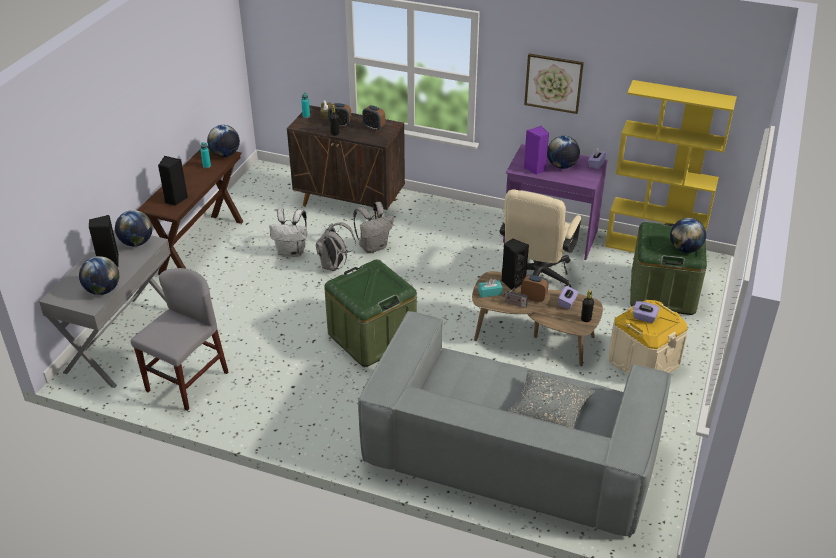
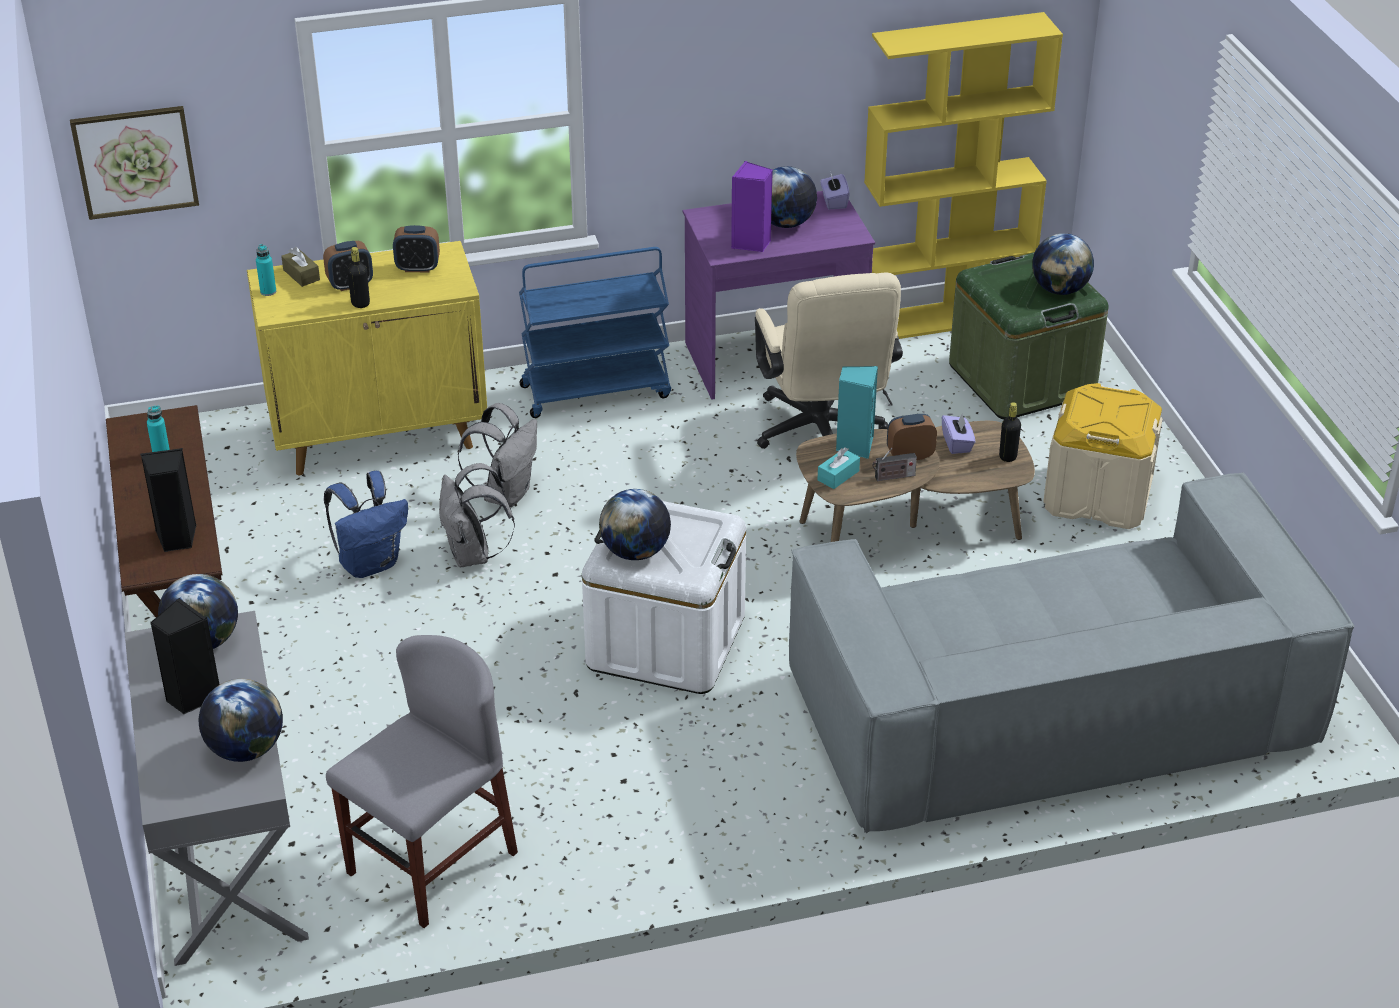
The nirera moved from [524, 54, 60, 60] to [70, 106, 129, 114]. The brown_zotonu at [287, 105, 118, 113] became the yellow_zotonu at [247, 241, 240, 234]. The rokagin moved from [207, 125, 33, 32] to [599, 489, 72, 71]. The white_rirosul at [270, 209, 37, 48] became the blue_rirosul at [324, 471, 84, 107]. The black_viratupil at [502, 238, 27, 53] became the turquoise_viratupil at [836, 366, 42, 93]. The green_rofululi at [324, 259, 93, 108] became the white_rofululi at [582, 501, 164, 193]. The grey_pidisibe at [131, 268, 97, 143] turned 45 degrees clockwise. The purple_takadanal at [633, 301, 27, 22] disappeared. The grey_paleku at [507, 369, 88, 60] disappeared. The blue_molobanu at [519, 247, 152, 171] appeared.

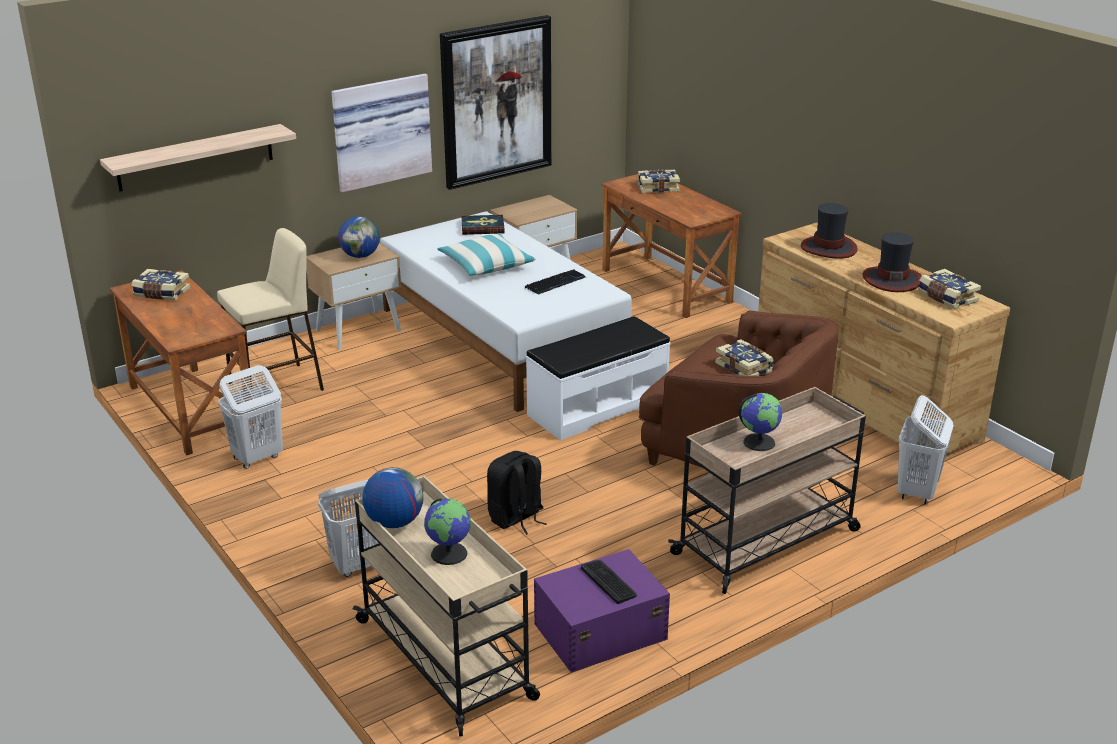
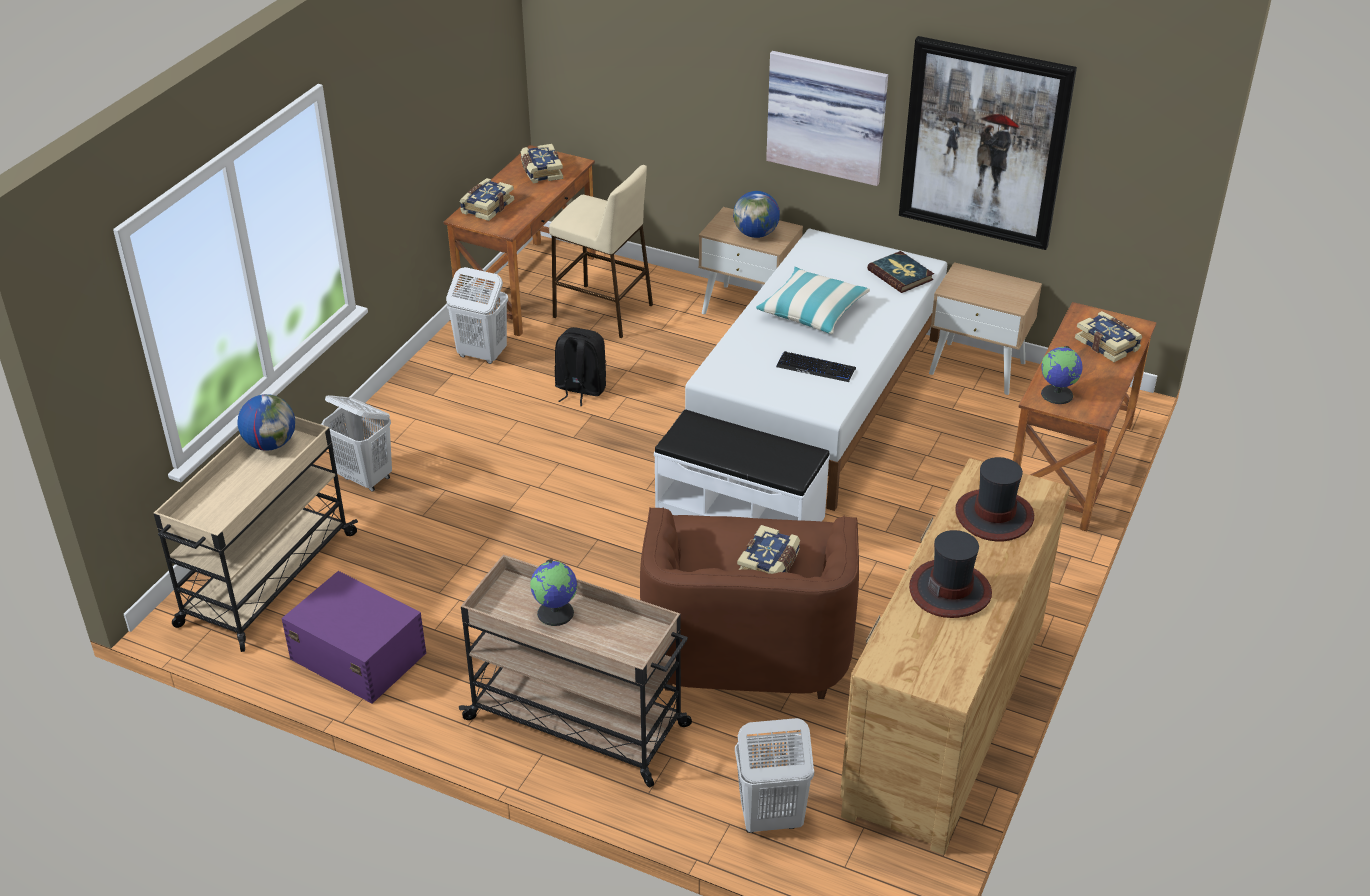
The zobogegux at [100, 124, 196, 67] disappeared. The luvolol moved from [918, 269, 63, 40] to [460, 178, 54, 43]. The black_rirosul moved from [487, 451, 60, 84] to [555, 327, 51, 79]. The rokagin moved from [424, 499, 47, 66] to [1041, 346, 42, 58]. The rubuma at [581, 560, 56, 44] disappeared.

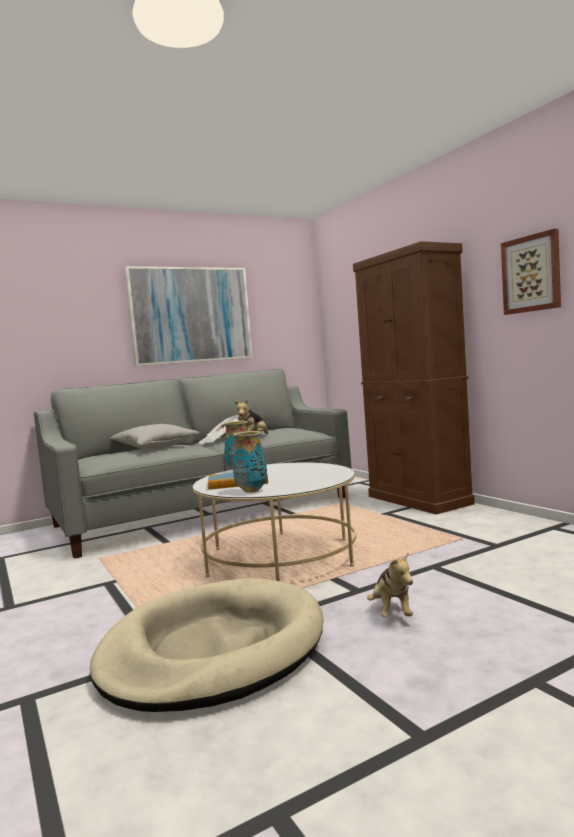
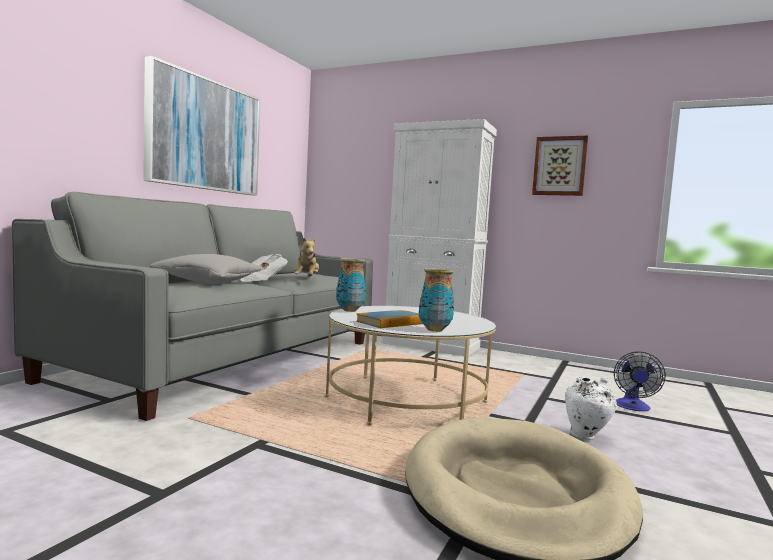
The brown_zotonu at [353, 241, 122, 273] became the white_zotonu at [382, 119, 115, 237]. The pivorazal at [367, 552, 46, 65] was replaced by the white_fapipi at [565, 377, 52, 63]. The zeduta at [614, 352, 52, 59] appeared.

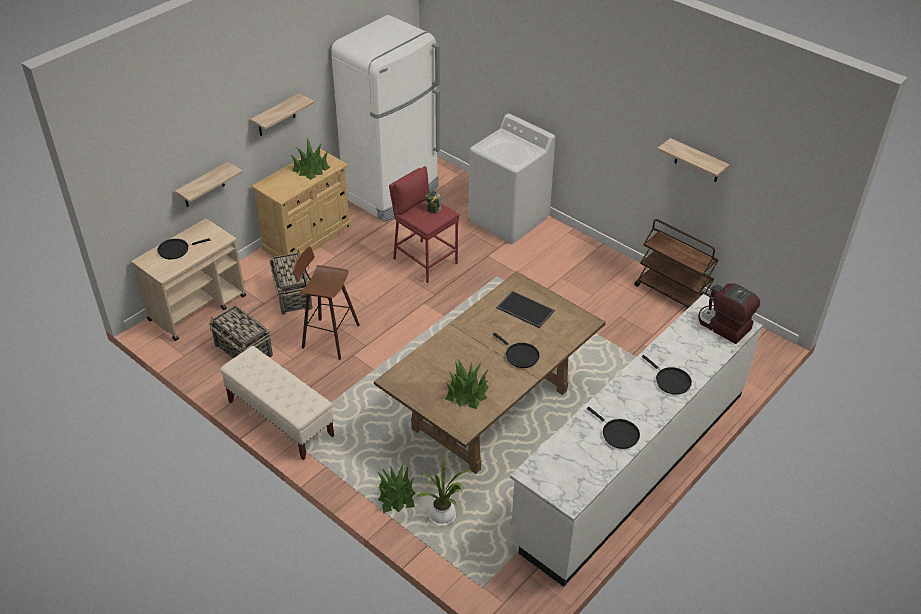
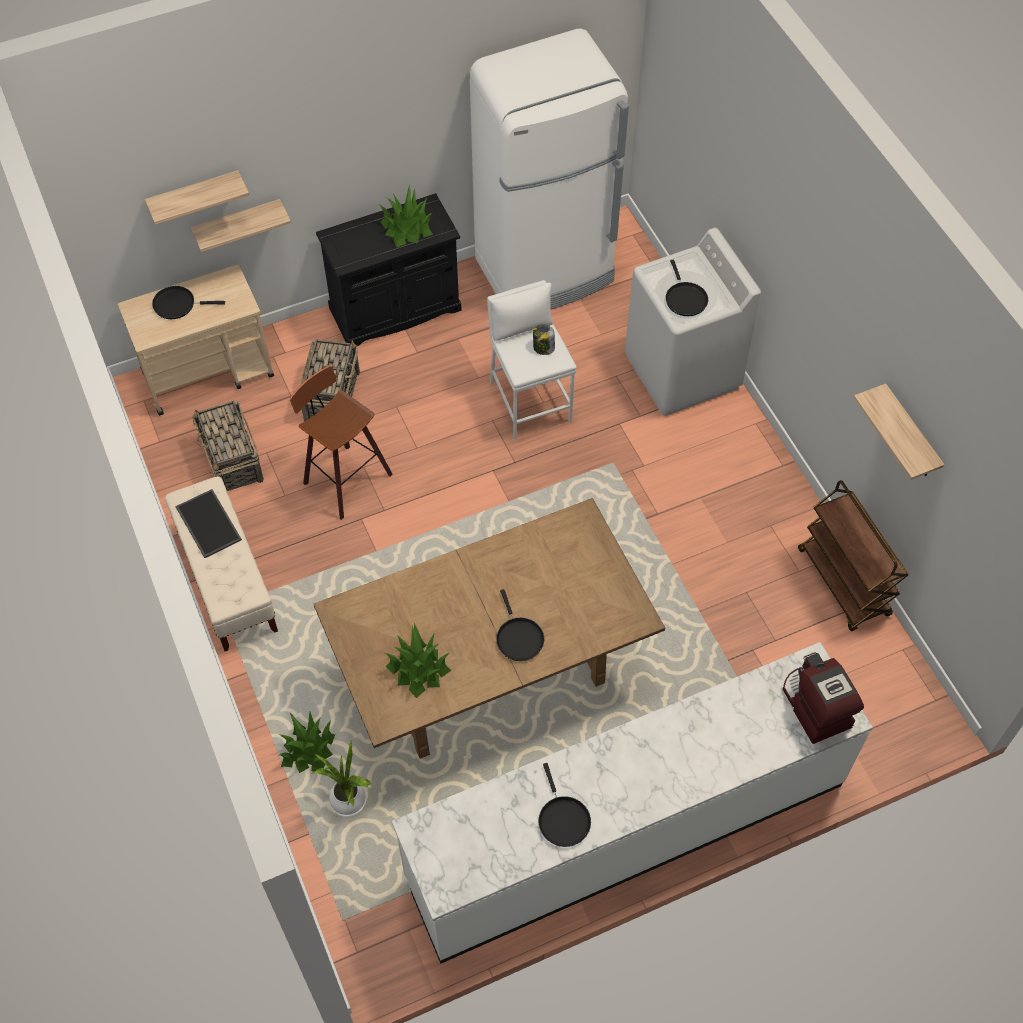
The zobogegux moved from [250, 93, 64, 43] to [145, 170, 104, 55]. The beige_zotonu at [251, 149, 100, 108] became the black_zotonu at [316, 193, 146, 153]. The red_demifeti at [389, 166, 70, 117] became the white_demifeti at [487, 280, 90, 160]. The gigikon moved from [497, 291, 58, 37] to [175, 489, 67, 69]. The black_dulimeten moved from [642, 355, 50, 40] to [666, 260, 42, 56].

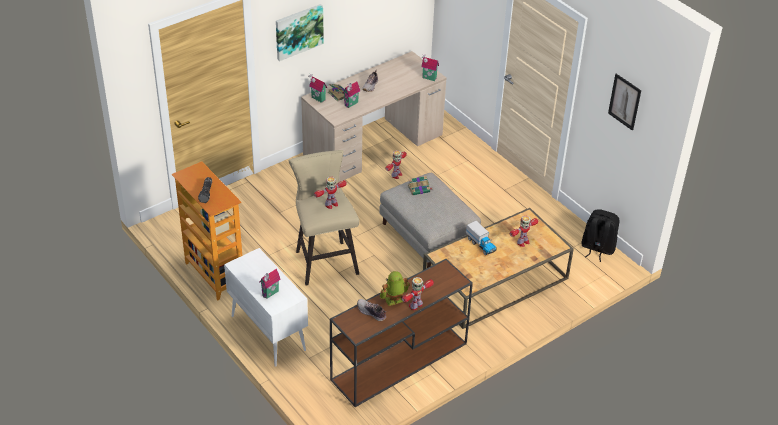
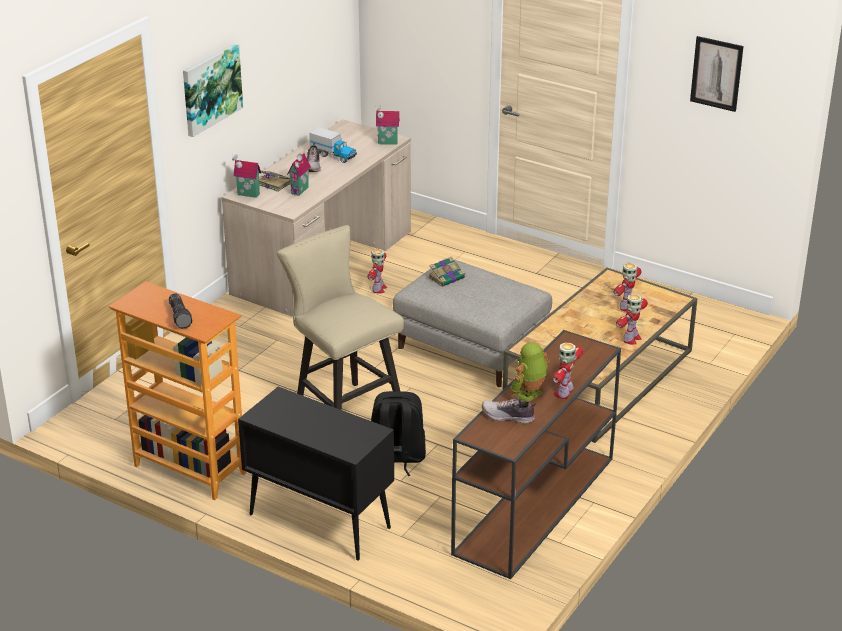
The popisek moved from [314, 177, 33, 32] to [616, 294, 32, 51]. The black_rirosul moved from [581, 209, 38, 53] to [371, 391, 55, 85]. The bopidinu moved from [466, 221, 31, 34] to [309, 127, 48, 36]. The white_zotonu at [224, 248, 84, 119] became the black_zotonu at [238, 387, 156, 174]. The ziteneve at [259, 269, 22, 30] disappeared.

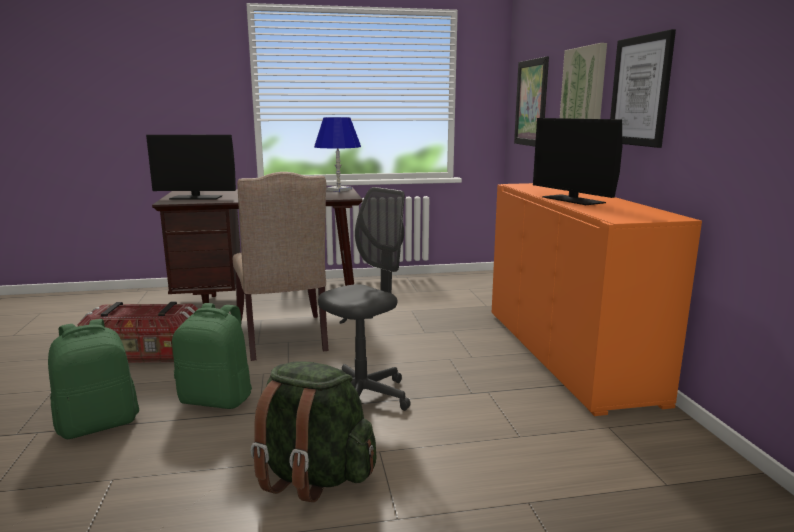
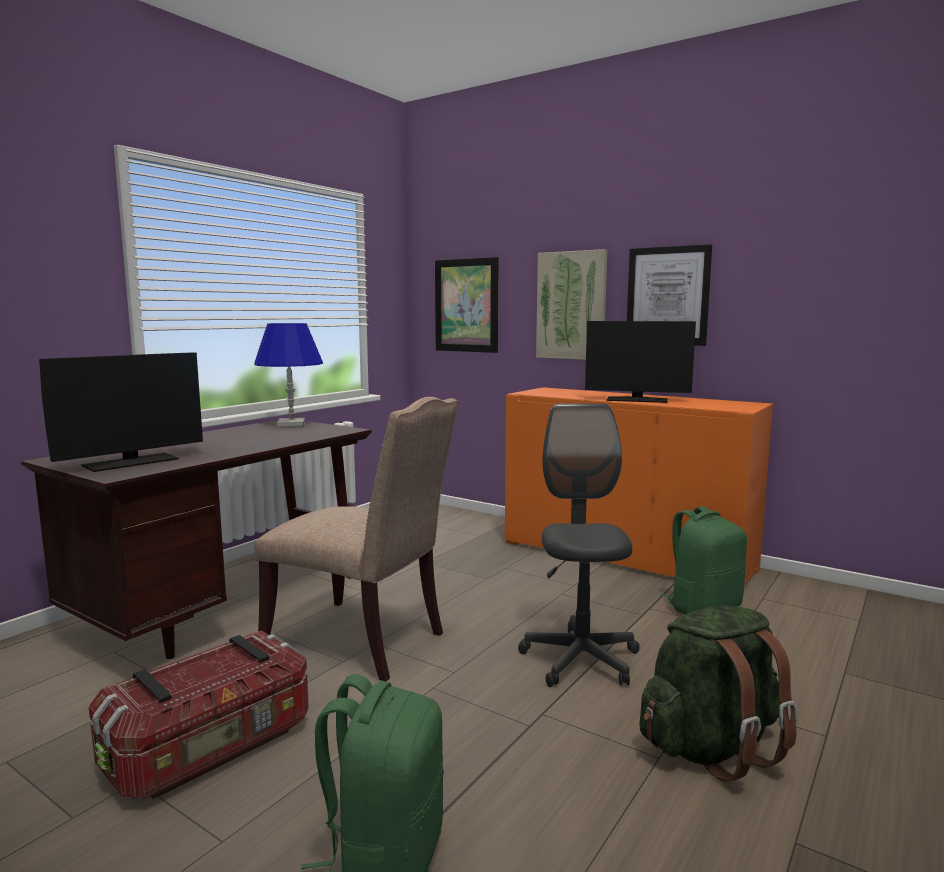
The green_rirosul moved from [172, 303, 80, 106] to [661, 506, 86, 108].

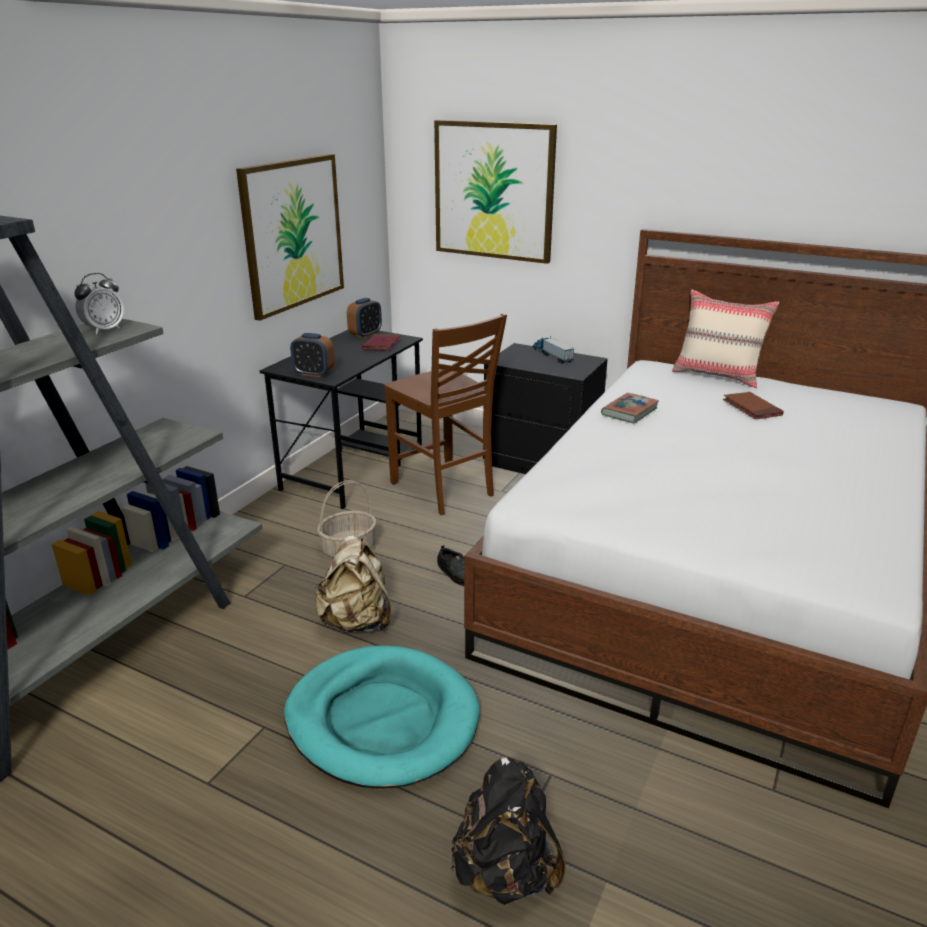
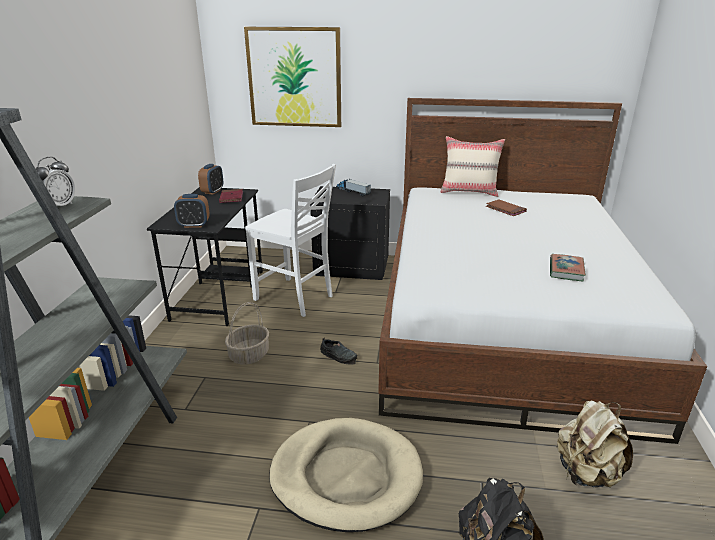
The nirera at [236, 154, 108, 167] disappeared. The brown_pidisibe at [384, 313, 123, 202] became the white_pidisibe at [245, 164, 91, 153]. The luvolol moved from [601, 393, 58, 30] to [550, 254, 36, 28]. The beige_rirosul moved from [315, 535, 76, 97] to [557, 400, 76, 88]. The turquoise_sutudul at [284, 645, 196, 143] became the beige_sutudul at [269, 418, 154, 114].

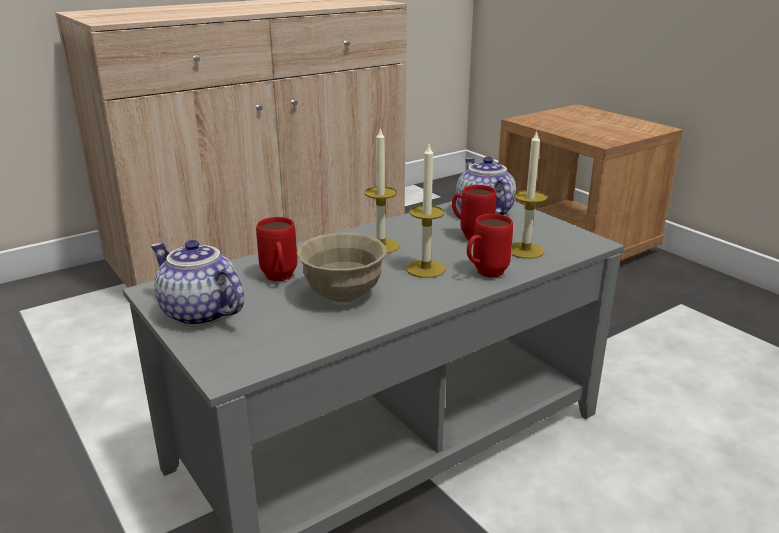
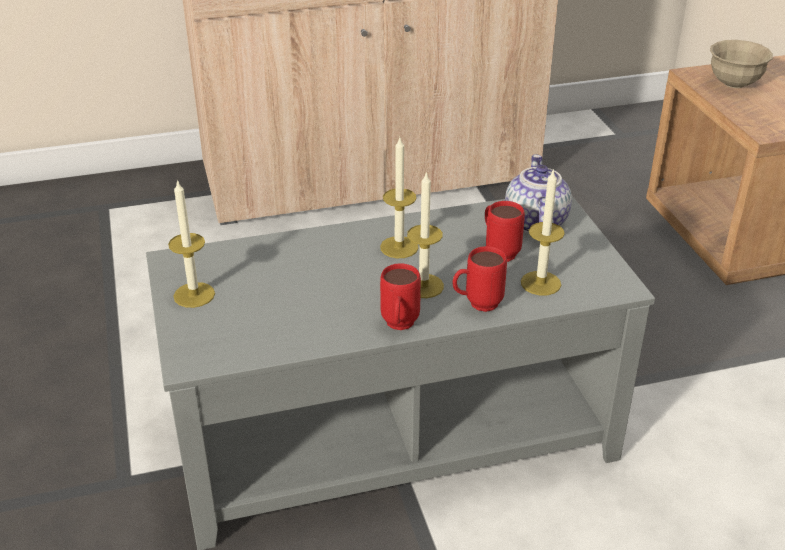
The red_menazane moved from [256, 217, 41, 64] to [380, 263, 41, 67]. The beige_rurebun moved from [297, 233, 90, 70] to [710, 40, 63, 48]. The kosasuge at [150, 240, 94, 86] was replaced by the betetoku at [168, 180, 47, 128].

